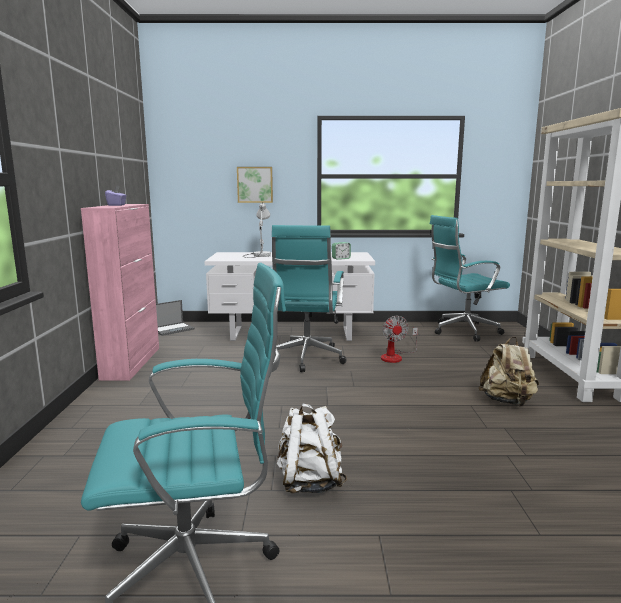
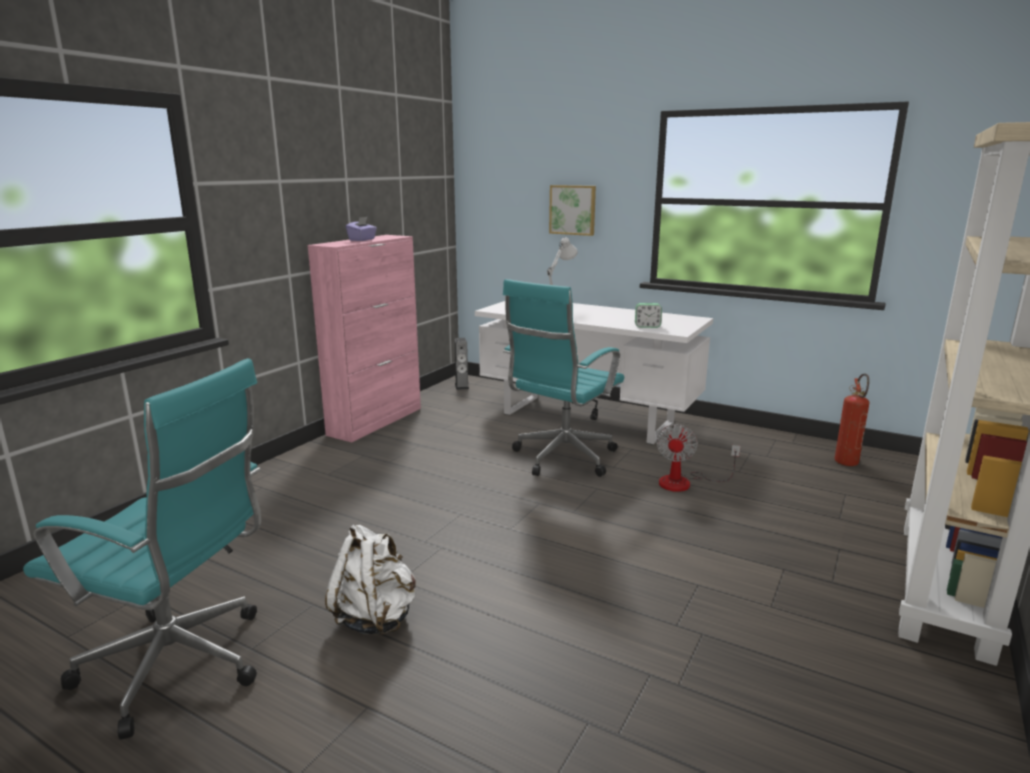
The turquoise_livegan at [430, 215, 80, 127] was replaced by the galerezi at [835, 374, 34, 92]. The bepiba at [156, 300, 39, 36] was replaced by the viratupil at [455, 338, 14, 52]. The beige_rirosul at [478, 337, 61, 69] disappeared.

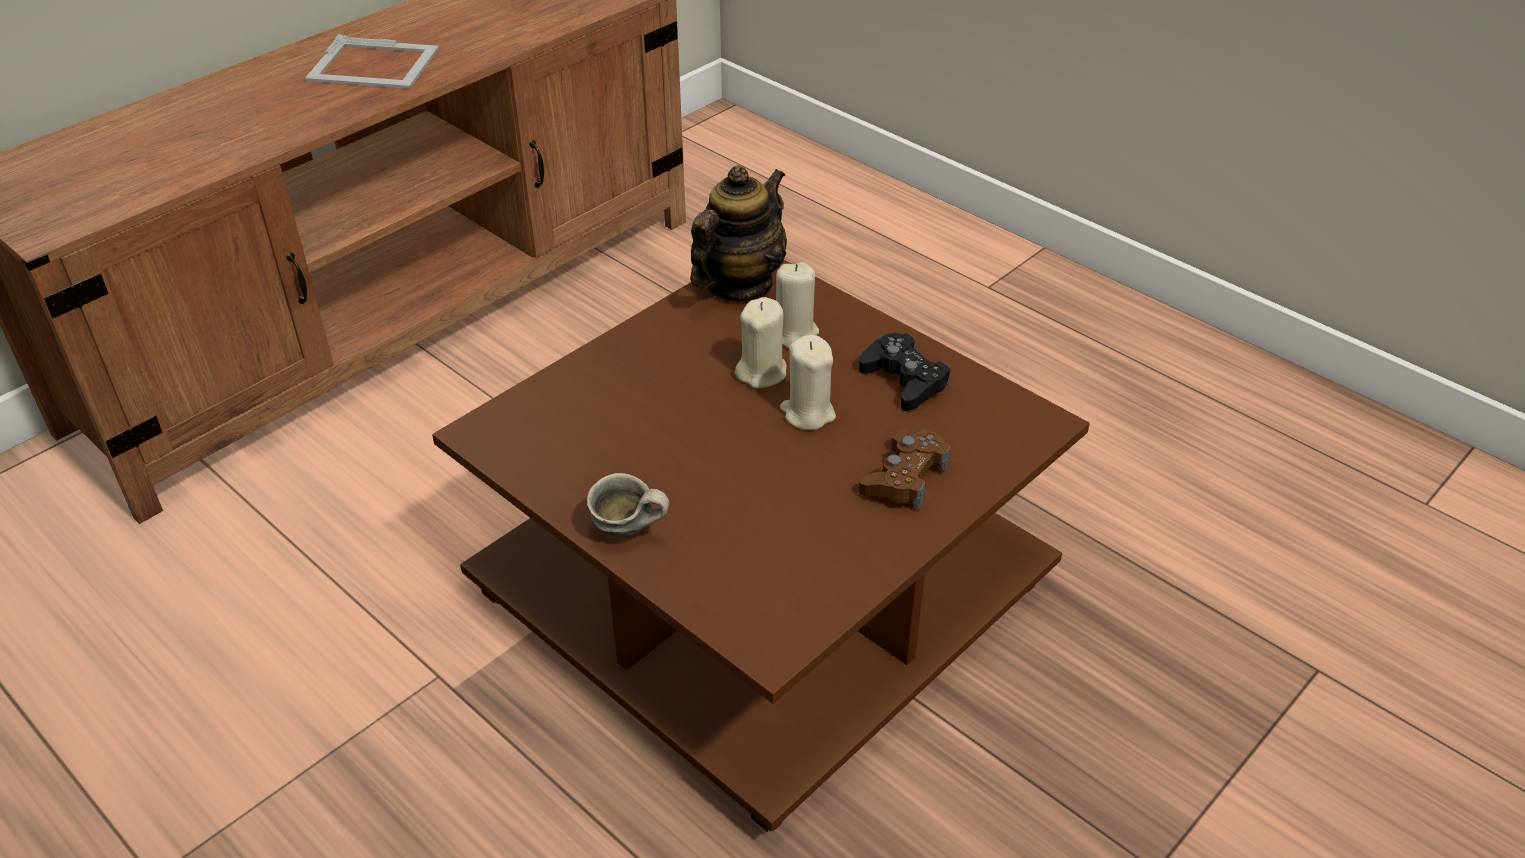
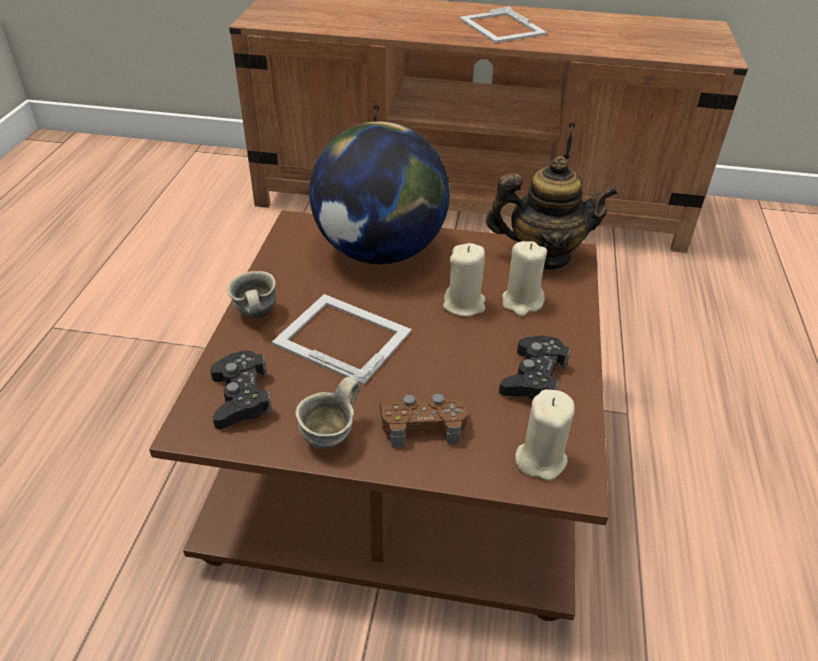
The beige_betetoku moved from [780, 335, 56, 95] to [515, 389, 60, 91]. The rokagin at [309, 122, 141, 142] appeared. The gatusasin at [272, 294, 140, 91] appeared. The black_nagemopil at [210, 351, 62, 78] appeared. The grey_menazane at [296, 377, 64, 72] appeared.

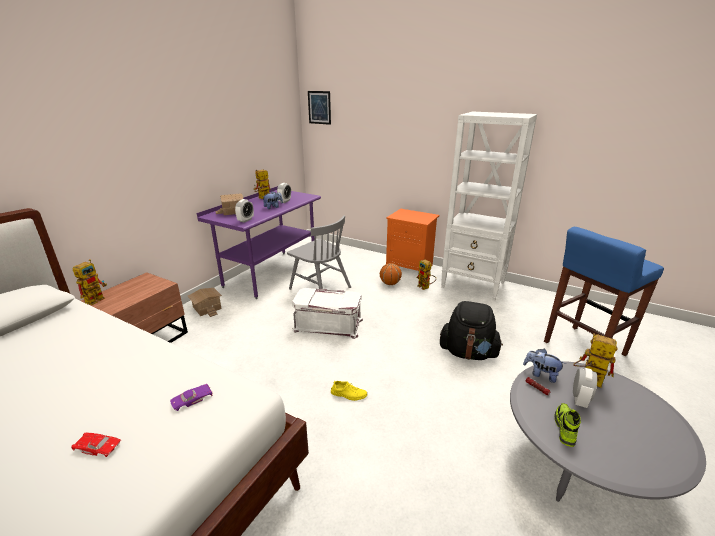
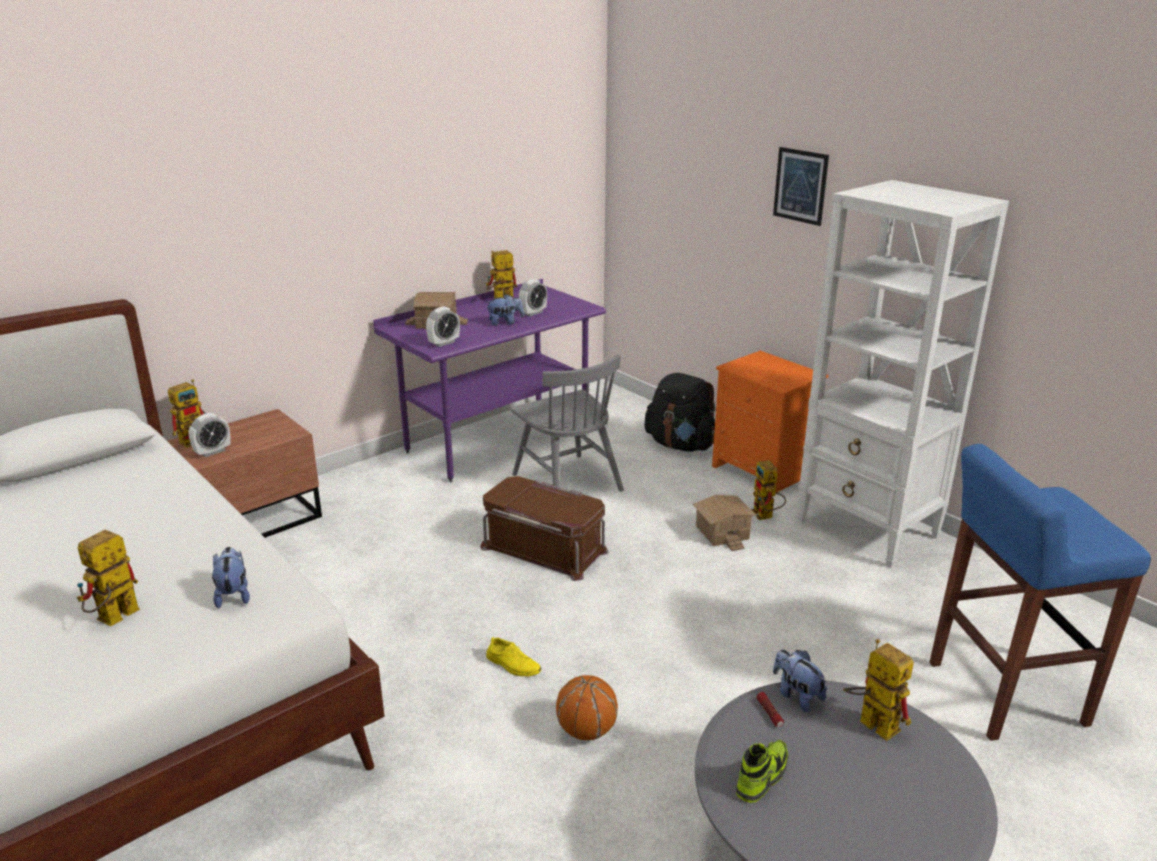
The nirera moved from [308, 91, 23, 34] to [773, 147, 56, 79]. The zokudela moved from [380, 263, 22, 22] to [556, 675, 62, 65]. The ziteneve moved from [188, 288, 34, 29] to [693, 495, 63, 56]. The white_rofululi at [292, 288, 71, 51] became the brown_rofululi at [480, 476, 129, 105]. The black_rirosul moved from [440, 301, 63, 59] to [644, 373, 72, 78]. The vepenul moved from [573, 368, 24, 40] to [189, 413, 42, 44]. The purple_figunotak at [170, 384, 43, 27] was replaced by the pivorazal at [212, 547, 38, 61]. The red_figunotak at [71, 432, 50, 25] was replaced by the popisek at [77, 530, 63, 96].

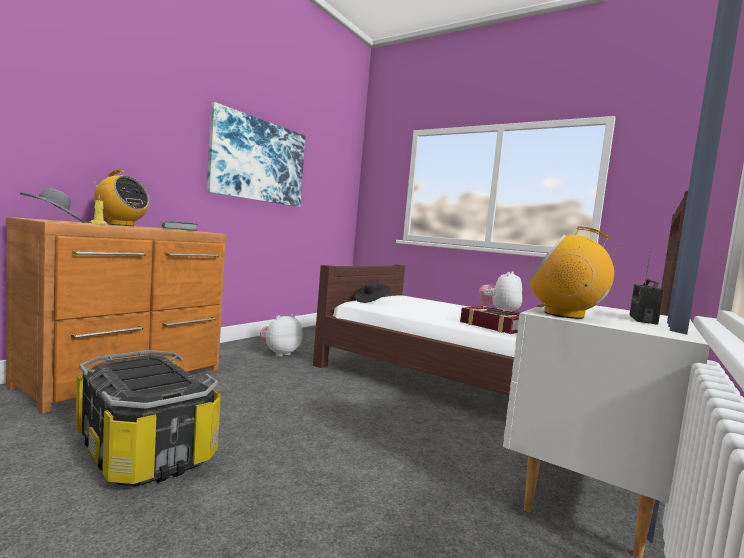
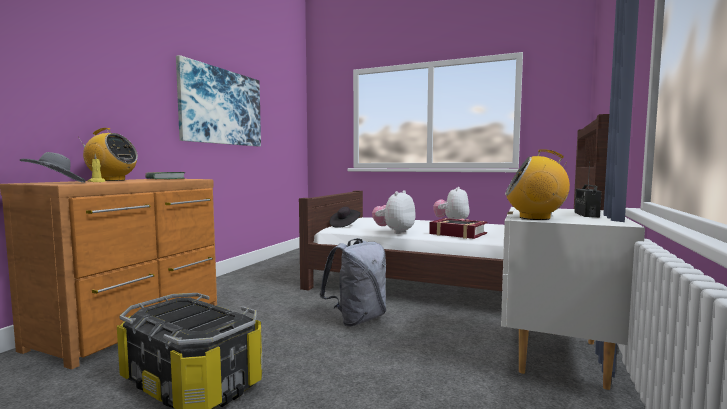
The pivorazal moved from [260, 314, 42, 43] to [372, 190, 44, 44]. The grey_rirosul at [319, 238, 67, 88] appeared.

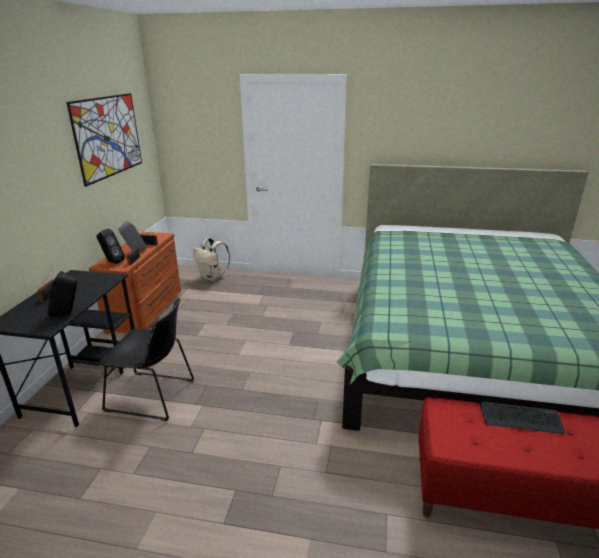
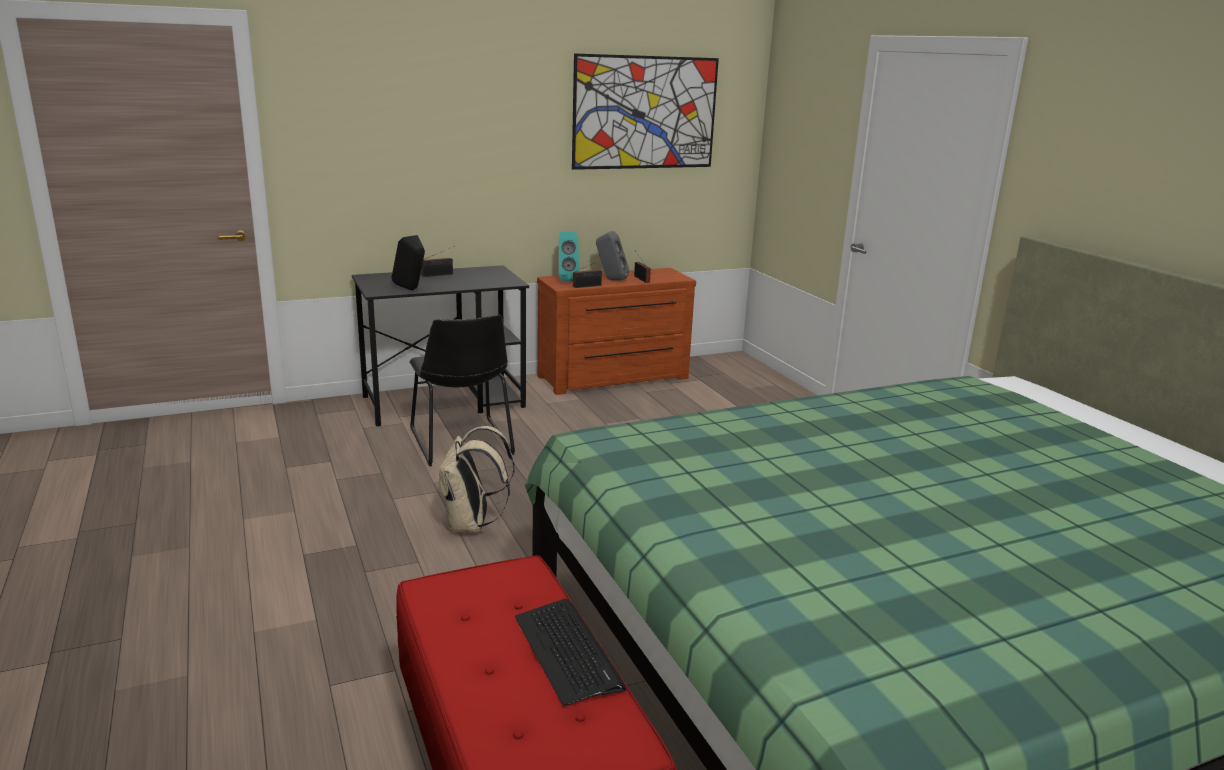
The black_viratupil at [97, 229, 28, 35] became the turquoise_viratupil at [559, 231, 21, 51]. The beige_rirosul moved from [194, 238, 36, 43] to [438, 426, 77, 106].

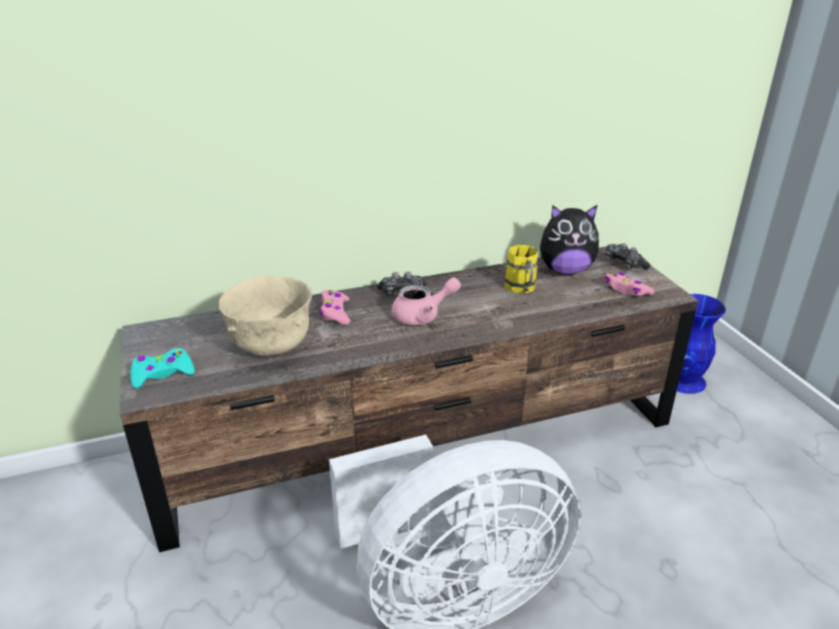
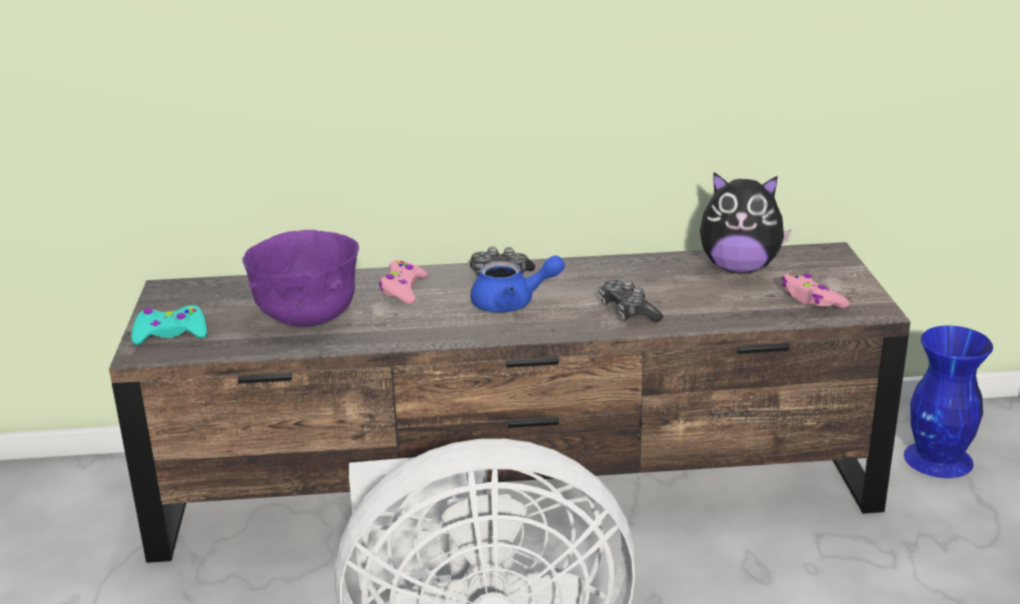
The nagemopil moved from [605, 244, 45, 26] to [599, 280, 64, 42]. The yellow_menazane at [504, 245, 34, 49] disappeared. The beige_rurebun at [219, 276, 93, 80] became the purple_rurebun at [242, 230, 117, 97]. The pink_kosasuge at [391, 277, 70, 48] became the blue_kosasuge at [470, 255, 95, 58].

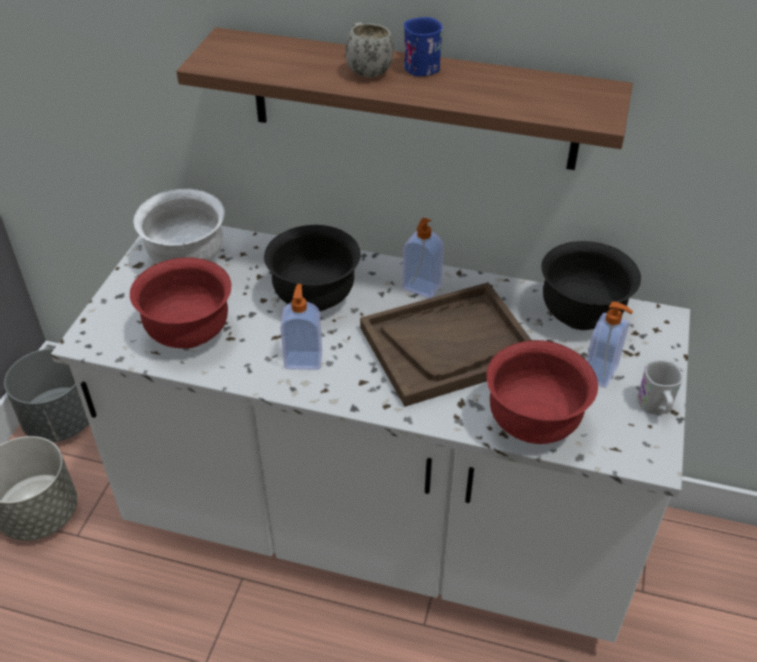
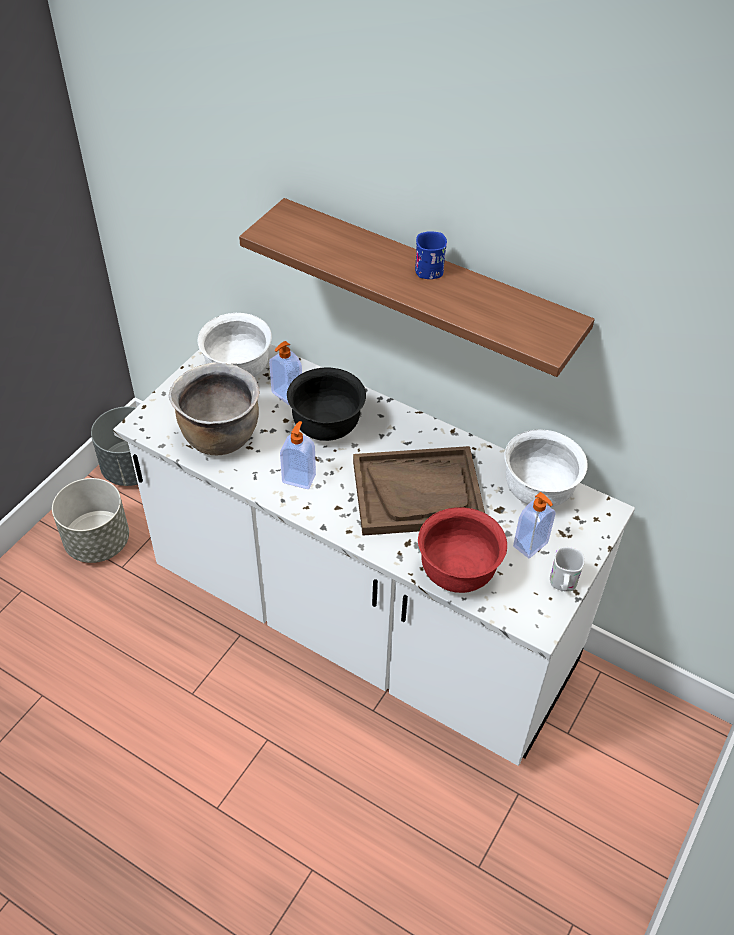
The white_menazane at [345, 23, 48, 54] disappeared. The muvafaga moved from [402, 217, 42, 81] to [269, 341, 33, 64]. The black_rurebun at [541, 241, 100, 89] became the white_rurebun at [504, 430, 83, 77]. The red_rurebun at [130, 258, 101, 91] was replaced by the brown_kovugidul at [169, 362, 90, 93].

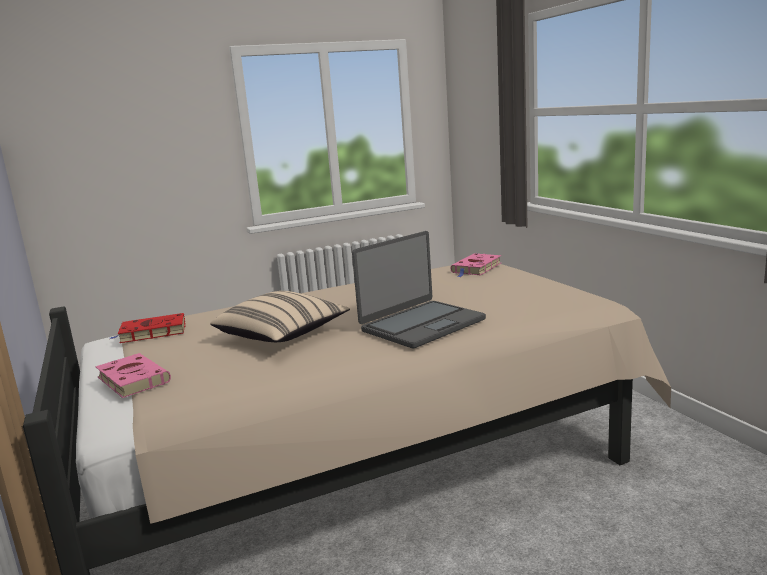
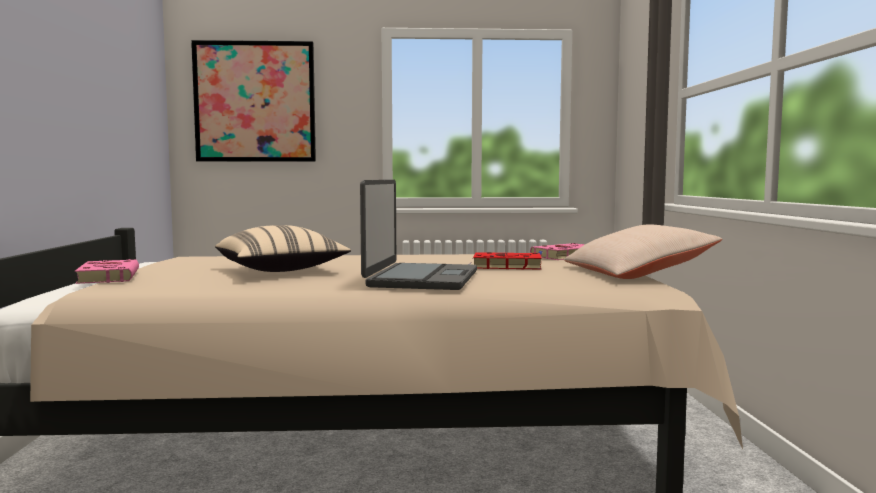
The bepiba at [352, 231, 134, 118] turned 60 degrees counterclockwise. The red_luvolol moved from [110, 313, 76, 30] to [468, 252, 74, 18]. The nirera at [191, 40, 125, 122] appeared. The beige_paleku at [564, 224, 158, 55] appeared.

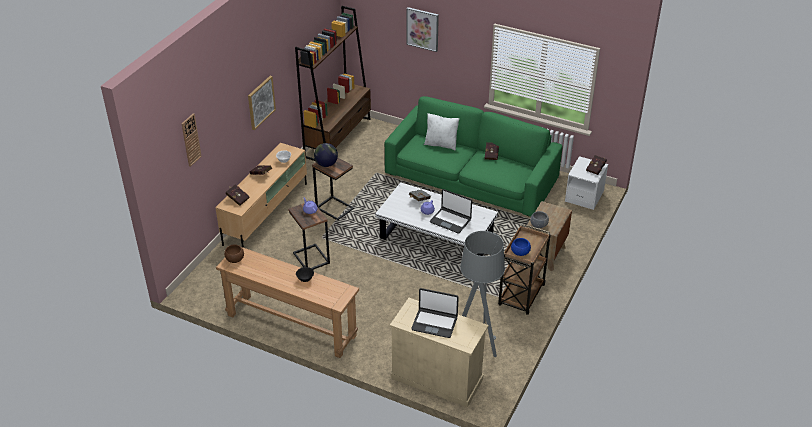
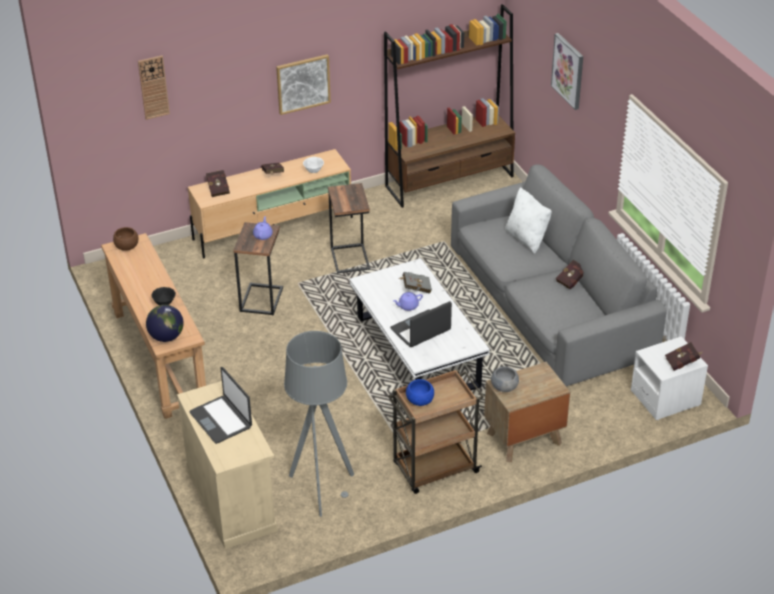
The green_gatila at [385, 96, 178, 121] became the grey_gatila at [451, 164, 216, 223]. The rokagin moved from [314, 143, 24, 24] to [146, 305, 38, 37]. The bepiba at [430, 189, 42, 44] turned 75 degrees clockwise.

